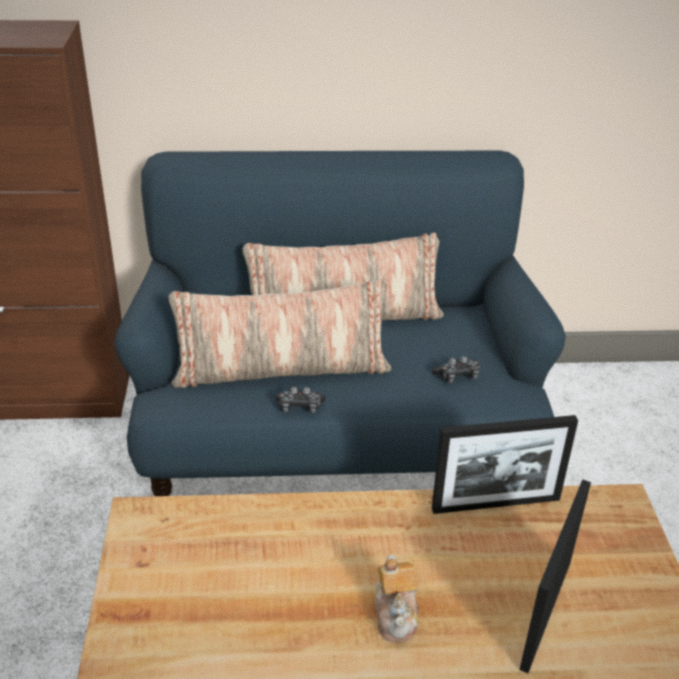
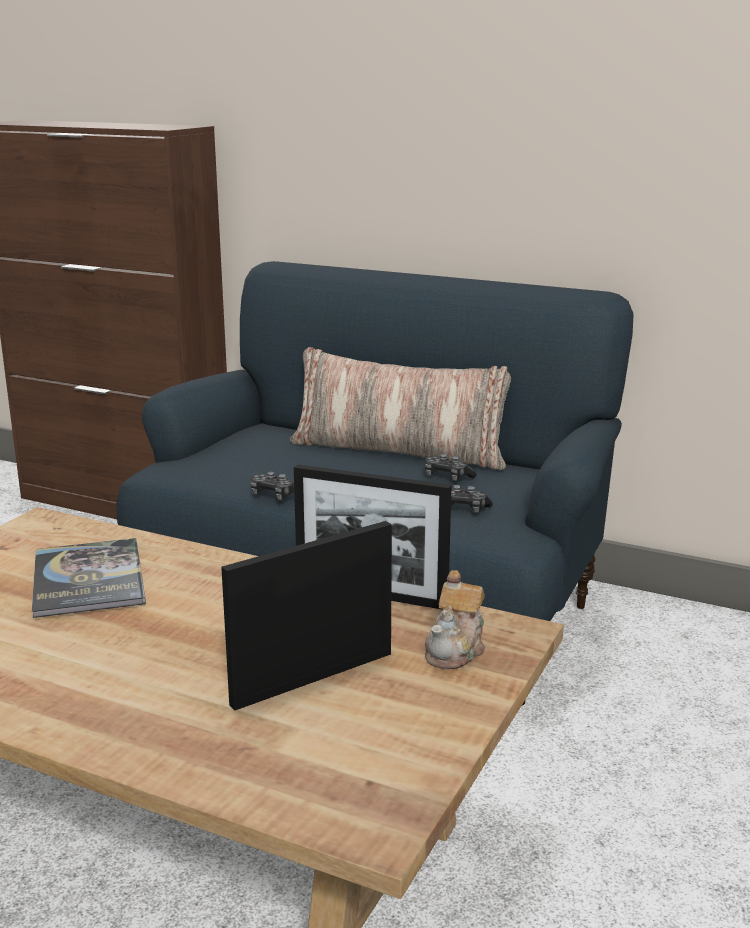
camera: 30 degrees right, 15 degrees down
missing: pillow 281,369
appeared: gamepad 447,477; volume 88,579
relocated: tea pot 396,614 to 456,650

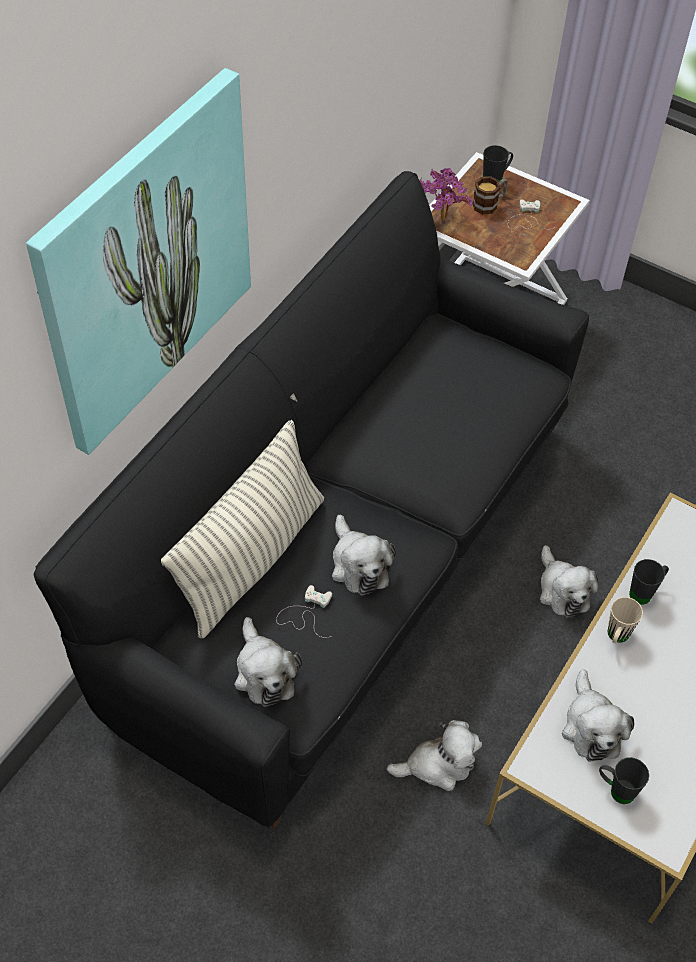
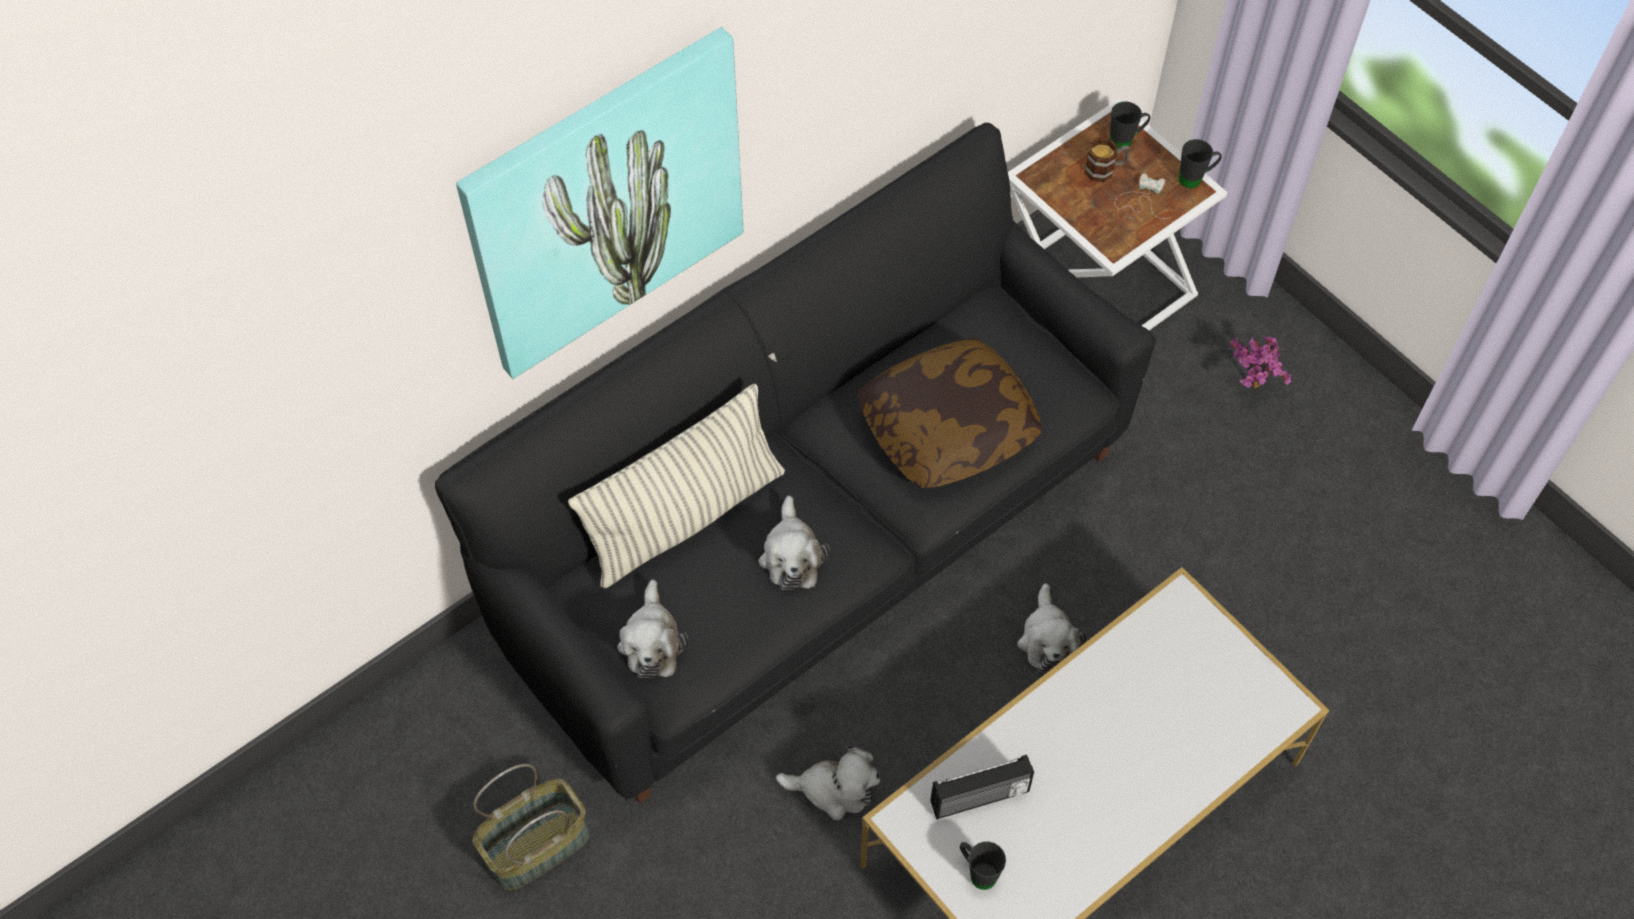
camera: 20 degrees right, 5 degrees up
missing: whitish gamepad 305,613; sand-coloured coffee mug 616,637
appeared: pillow 948,428; household basket 537,844
relocated: plant in a pot 440,222 to 1251,389; blackish coffee mug 645,592 to 1195,178
exchanged: soft toy 591,726 to radio 980,799

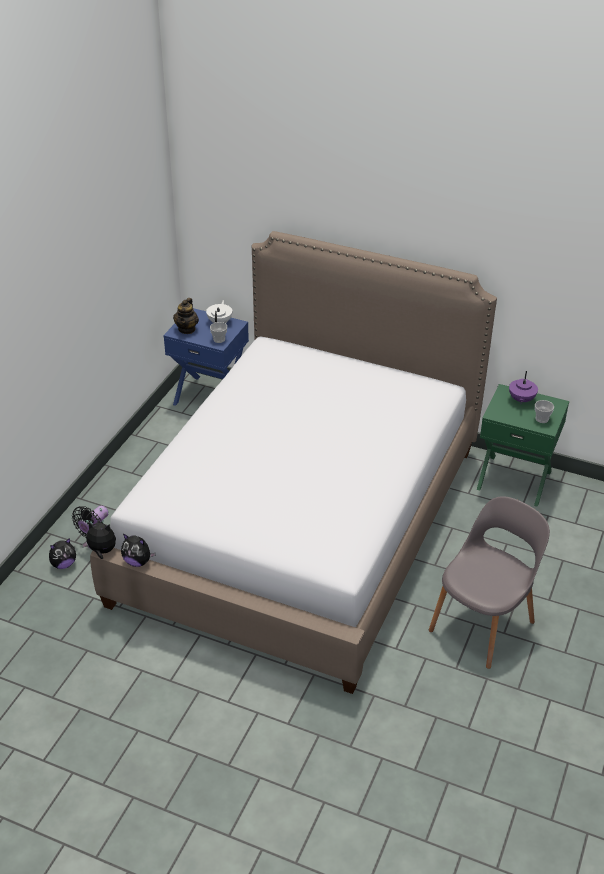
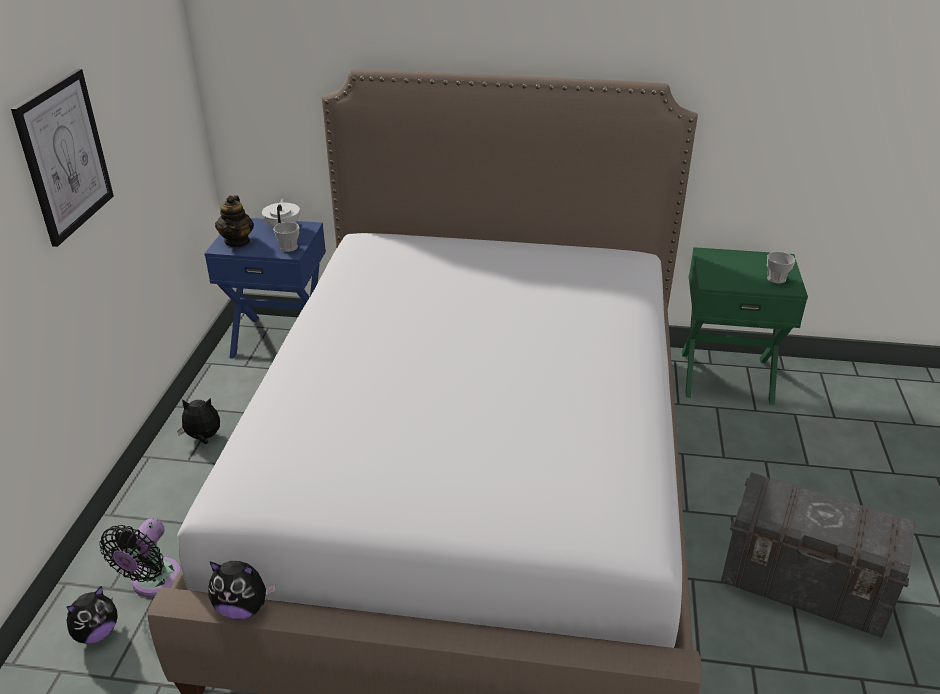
camera: 15 degrees left, 5 degrees down
missing: purplish tea pot 521,400
appeared: picture 64,156
relocated: soft toy 102,551 to 203,438
exchanged: greyish chair 483,624 to greyish storage container 804,587

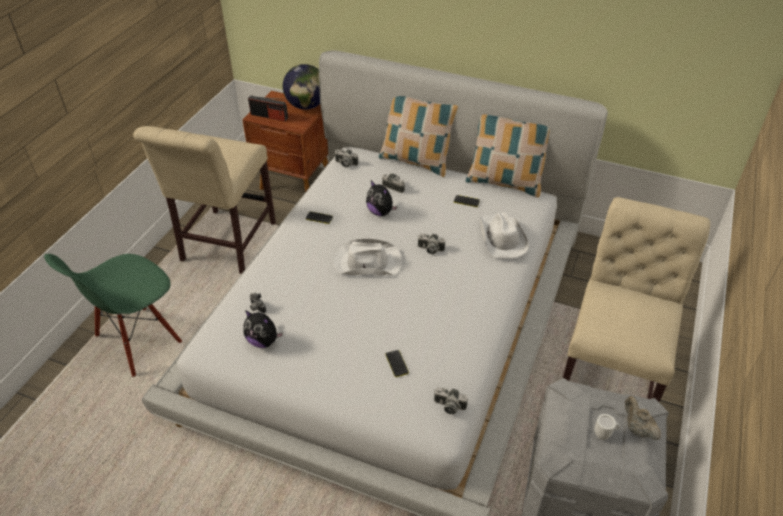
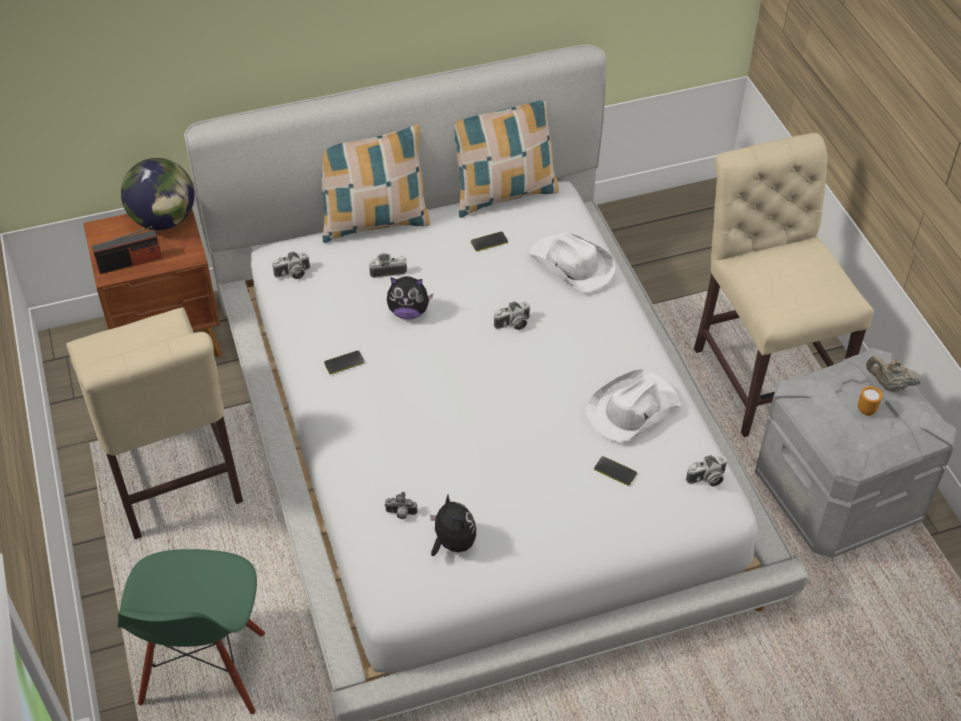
camera: 40 degrees left, 5 degrees up
relocated: whitish wearable hat 366,262 to 631,409
colour: whitish coffee mug 604,434 to orangey coffee mug 868,409
spun: soft toy 263,341 = 452,543 105 degrees counterclockwise

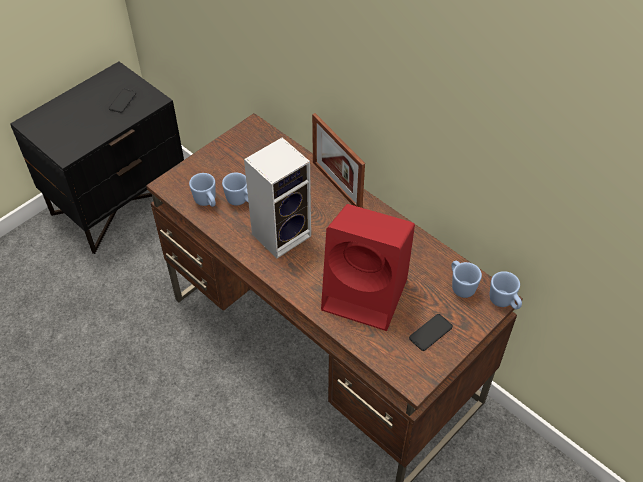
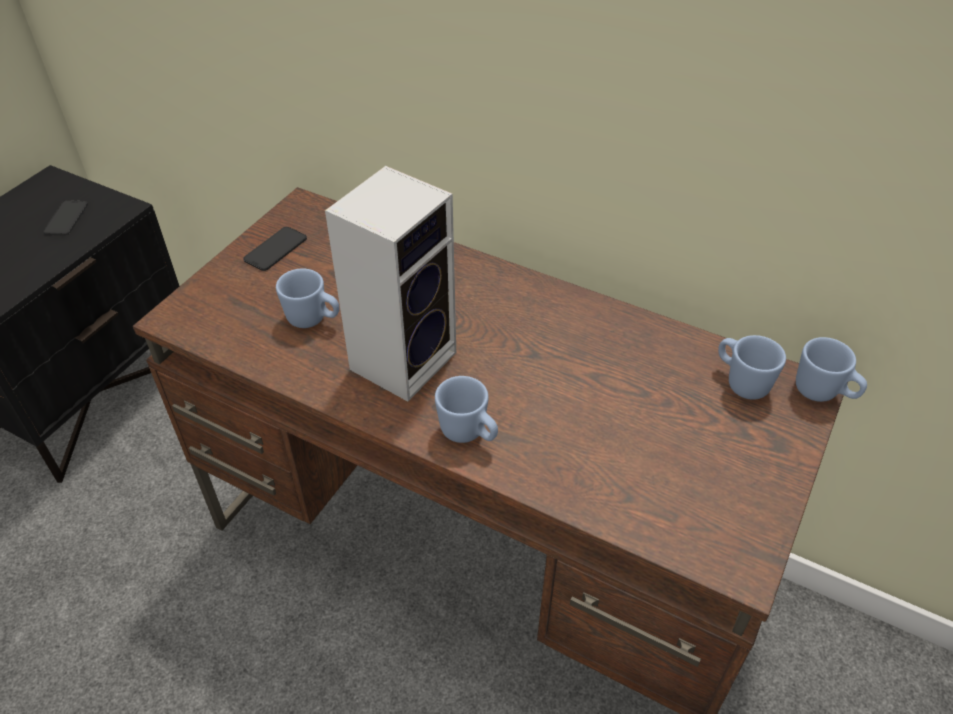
camera: 15 degrees left, 5 degrees down
missing: picture frame 336,186; red-coloured audio speaker 367,294
relocated: blue coffee mug 207,202 to 469,434; telephone 430,332 to 275,249

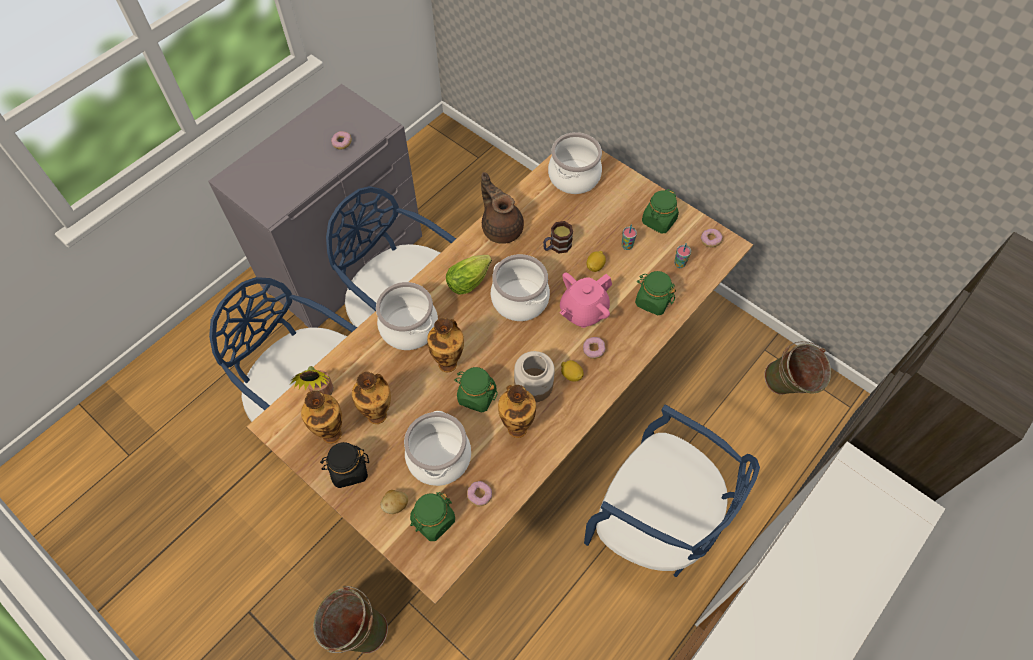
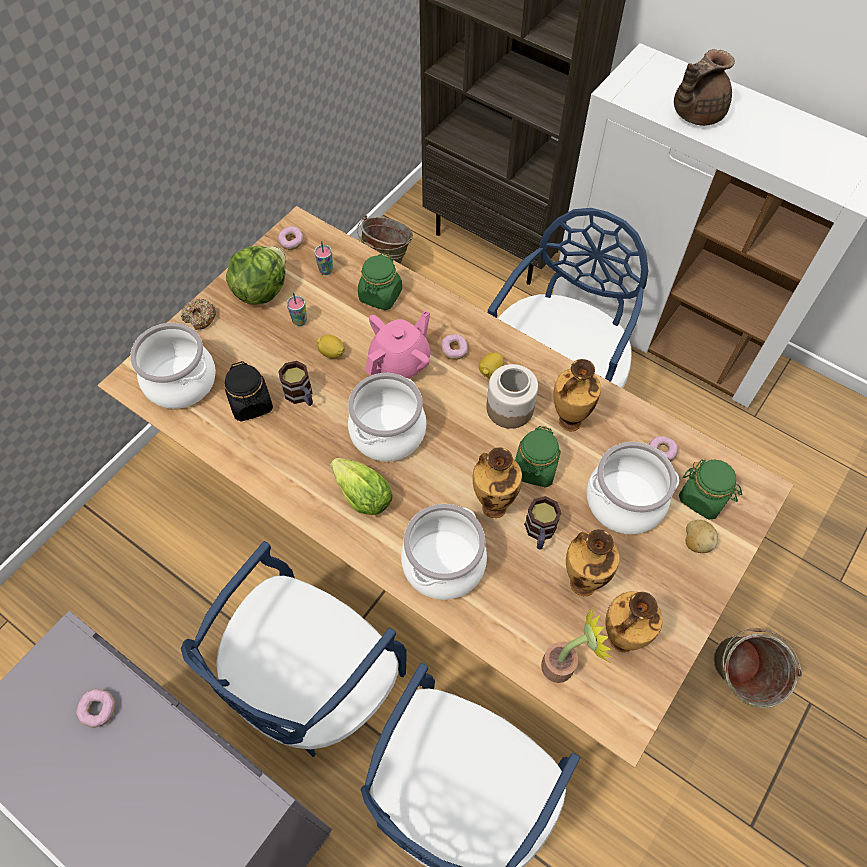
camera: 95 degrees left, 0 degrees up
appeared: donut 200,318; coffee mug 539,532
relocated: brown-coloured tea pot 501,227 to 695,114; blackish preserve jar 349,470 to 251,404
exchanged: green preserve jar 658,221 to lettuce head 261,290
spun: pinkish tea pot 583,311 = 400,363 90 degrees counterclockwise

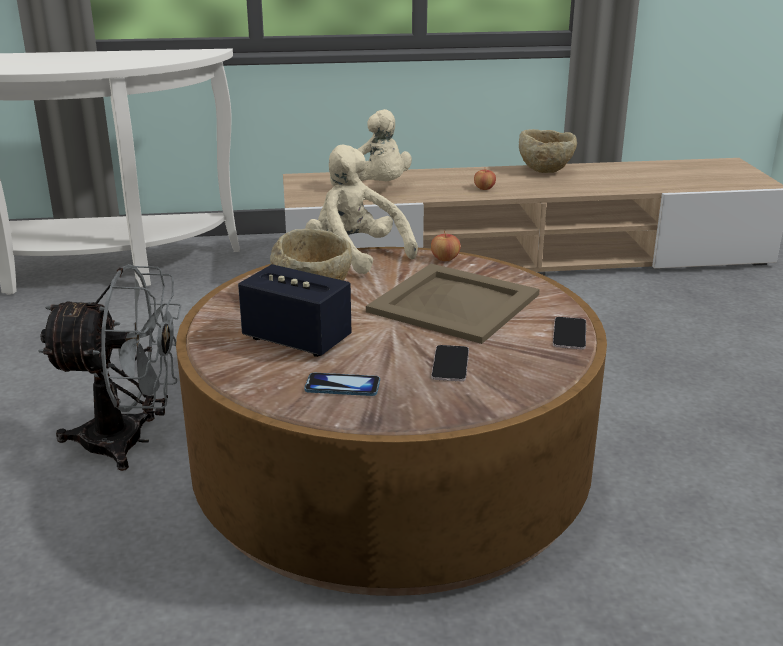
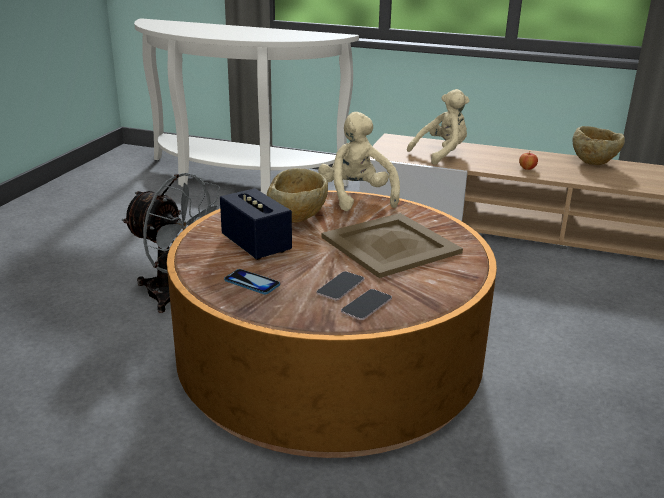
camera: 25 degrees right, 0 degrees up
missing: whole apple 445,259
relocated: telephone 569,334 to 366,305
spun: sand-coloured soft toy 375,188 = 441,154 105 degrees counterclockwise

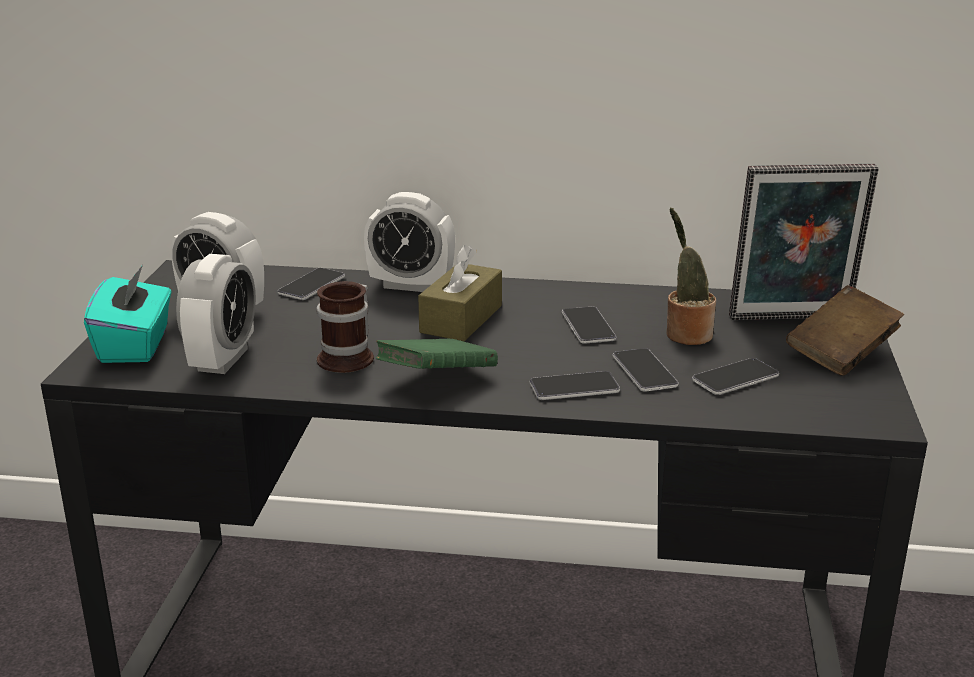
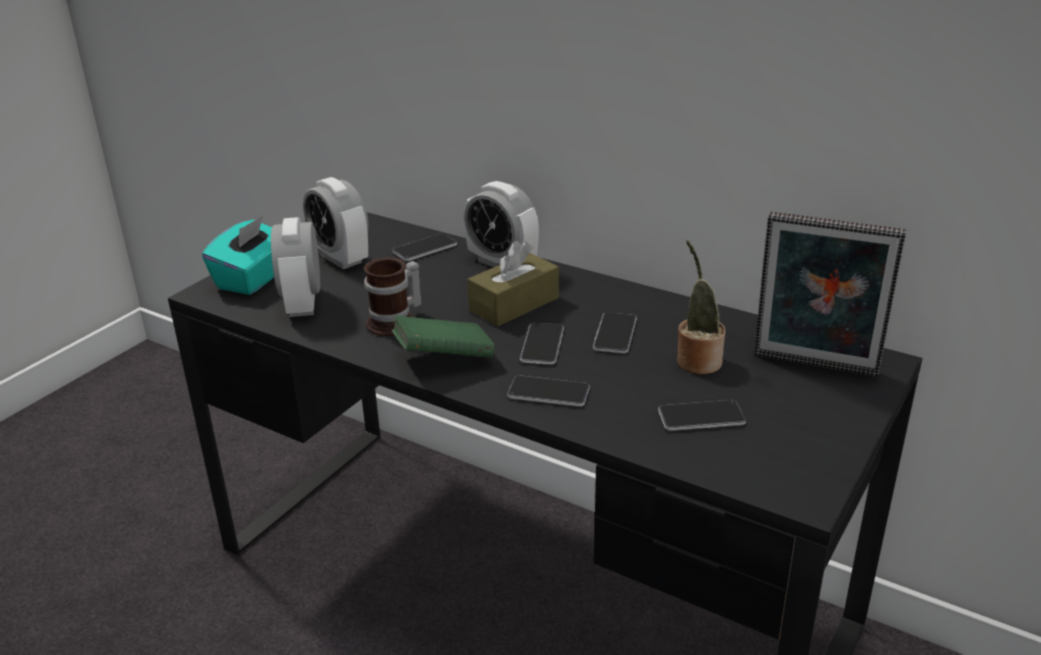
camera: 25 degrees right, 5 degrees up
missing: brown-coloured volume 841,353
relocated: telephone 644,371 to 542,345
spun: table clock 222,359 = 302,304 135 degrees clockwise

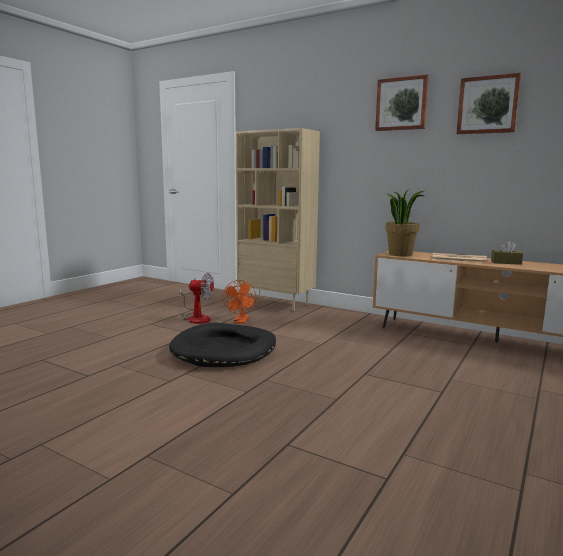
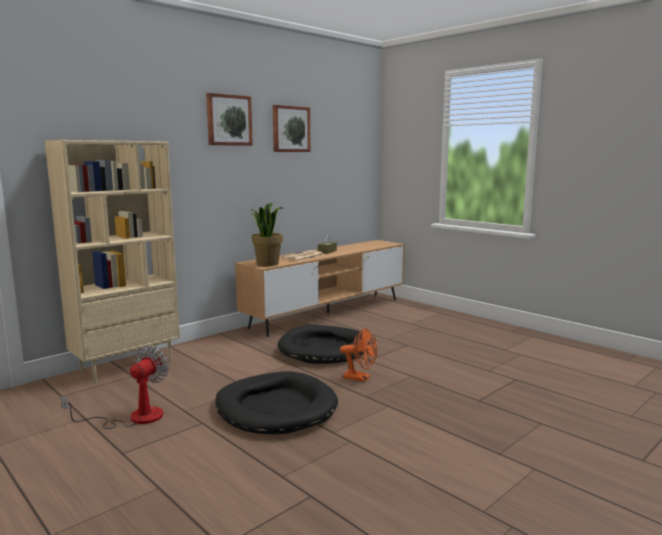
camera: 75 degrees left, 0 degrees up
appeared: blackish pet bed 324,349
relocated: orangey electric fan 240,321 to 360,378

